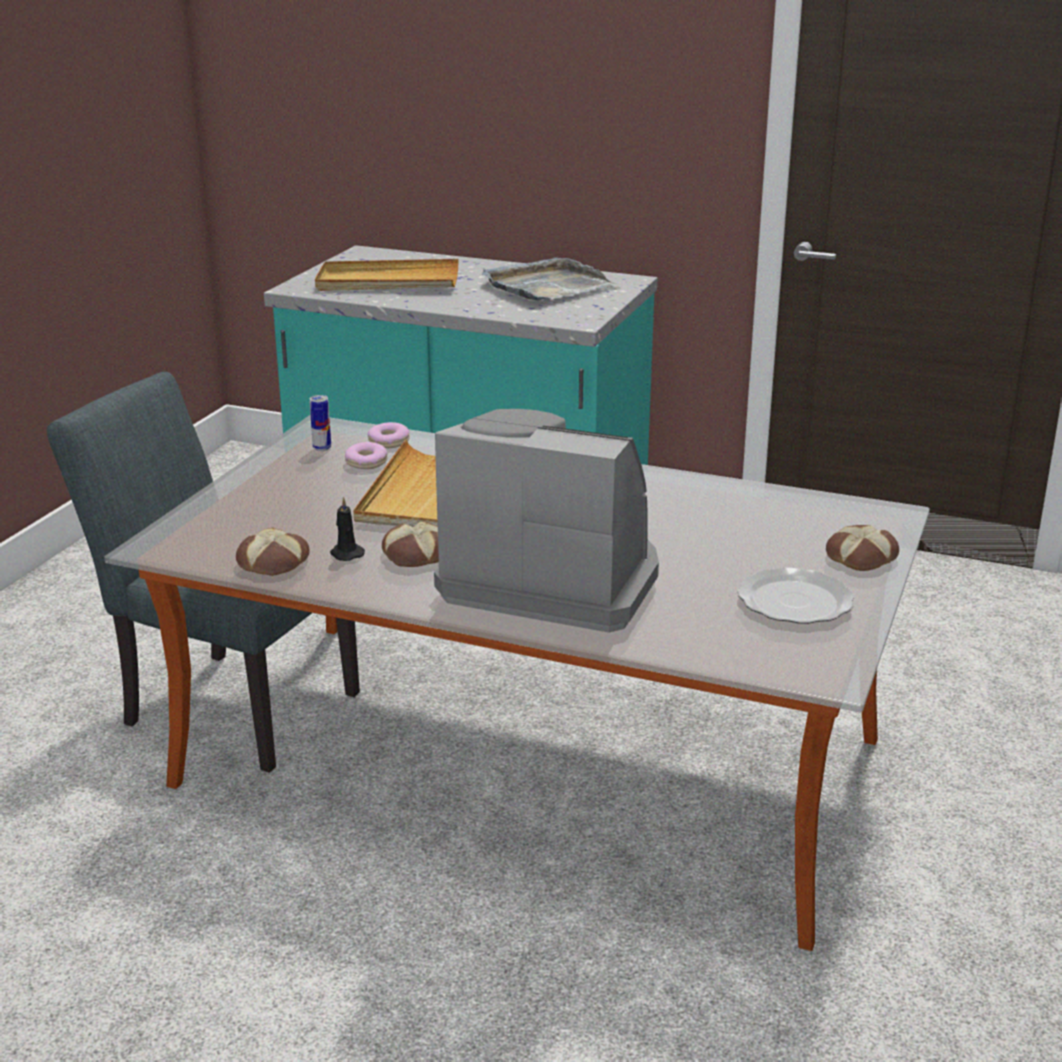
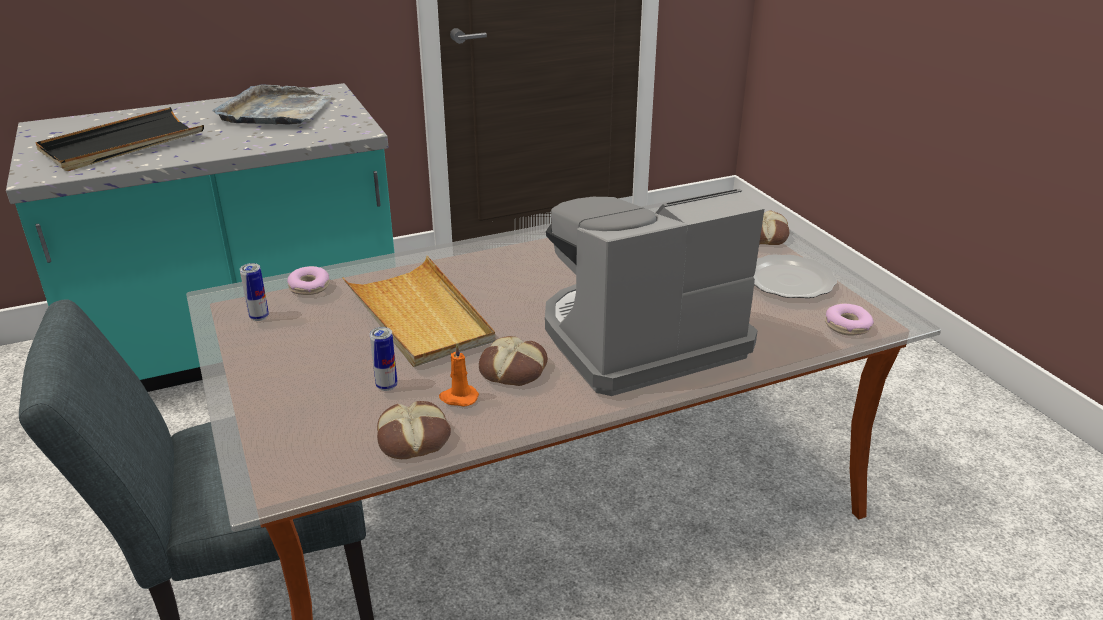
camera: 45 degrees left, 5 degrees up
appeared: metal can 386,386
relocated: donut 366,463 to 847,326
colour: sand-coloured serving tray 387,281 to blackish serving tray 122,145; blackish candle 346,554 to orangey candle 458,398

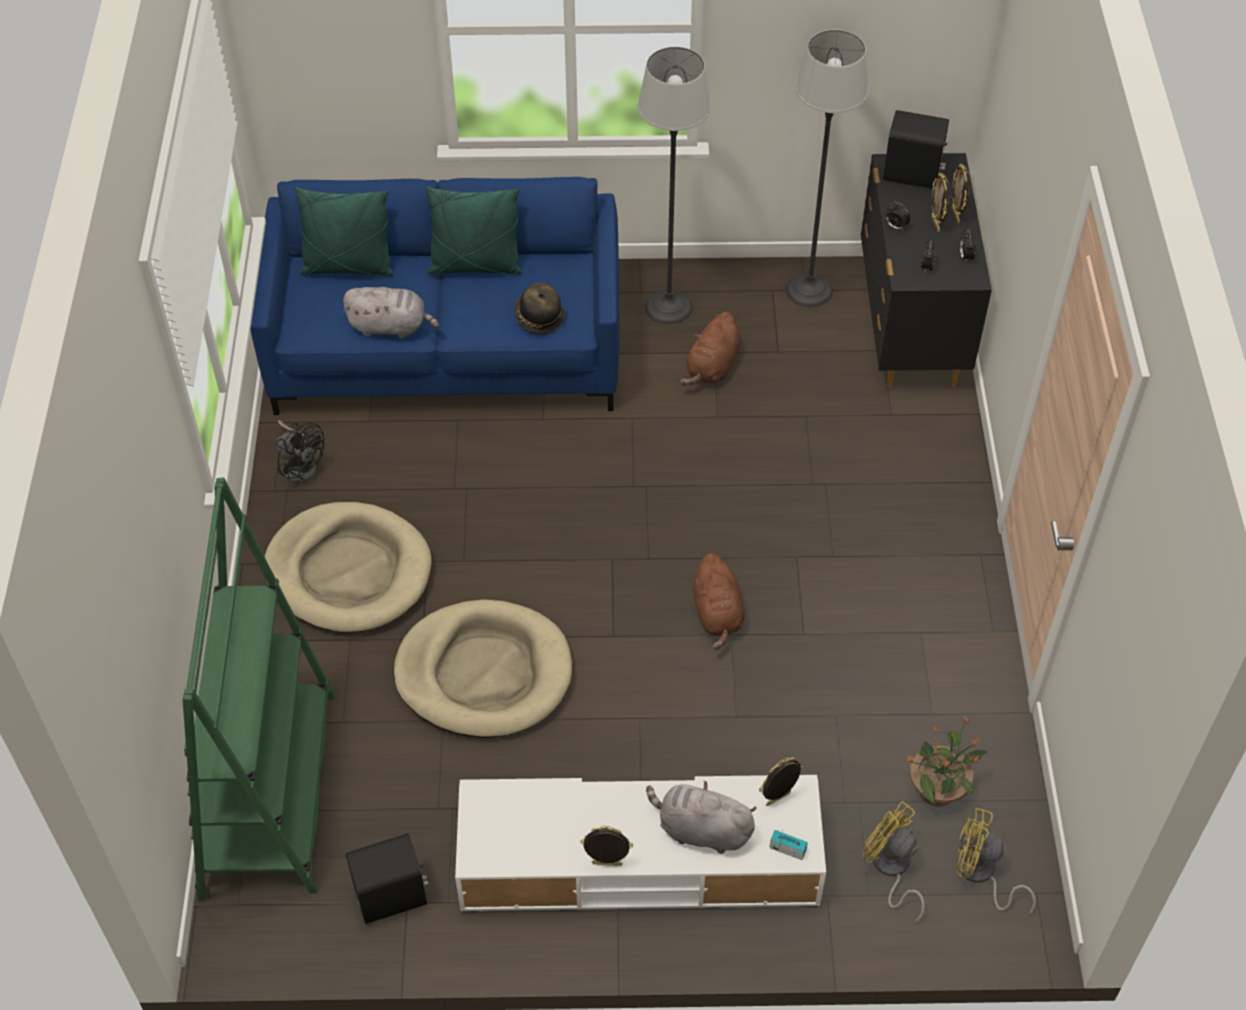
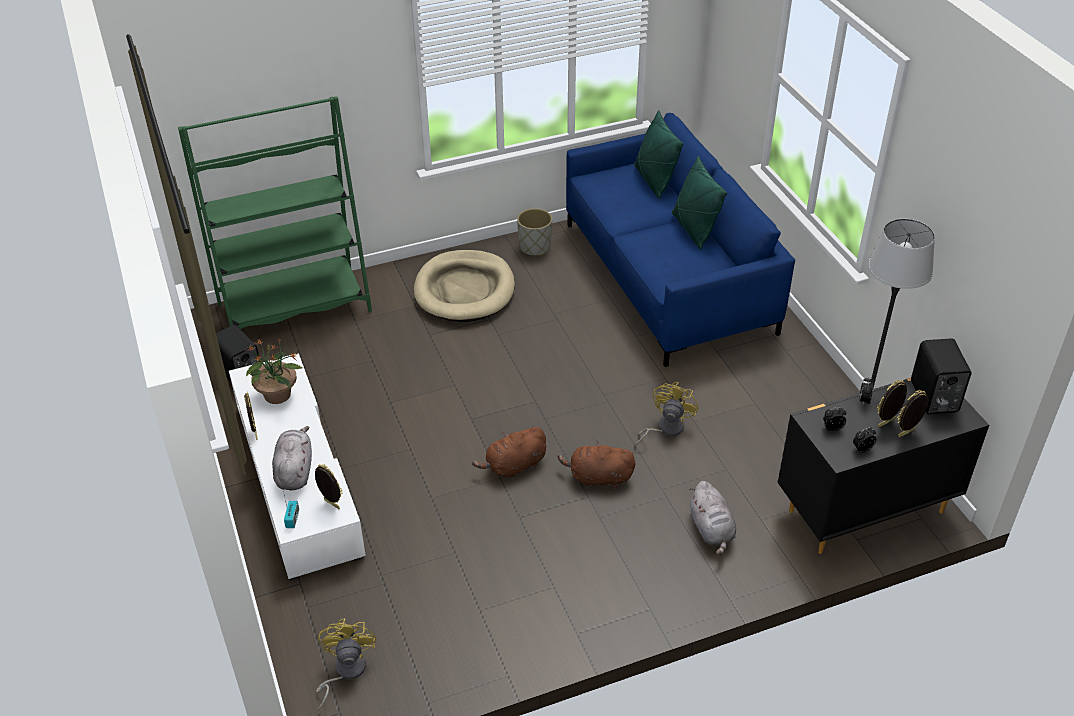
camera: 70 degrees right, 10 degrees down
missing: floor lamp 669,307; wearable hat 538,317; sand-coloured pet bed 484,673
relocated: greyish soft toy 391,326 to 712,530; brown-coloured soft toy 712,367 to 598,478; plant in a pot 938,790 to 278,395; yellowish electric fan 891,869 to 665,429
exchanged: blackish electric fan 300,465 to greyish plant pot 535,247

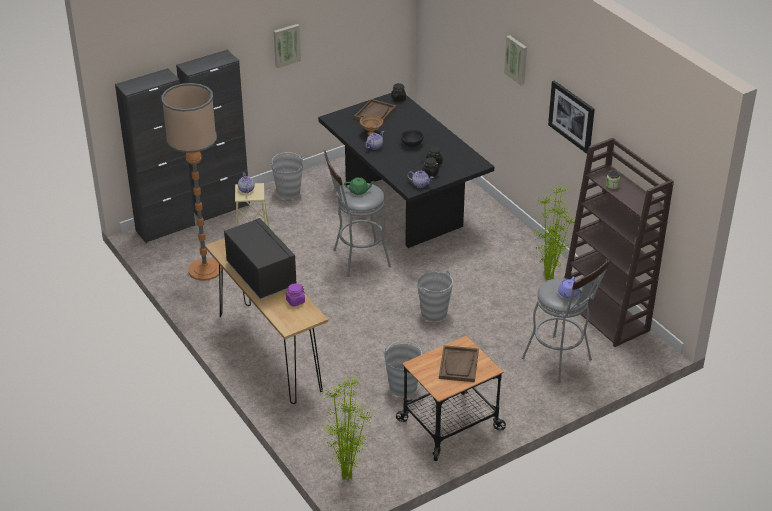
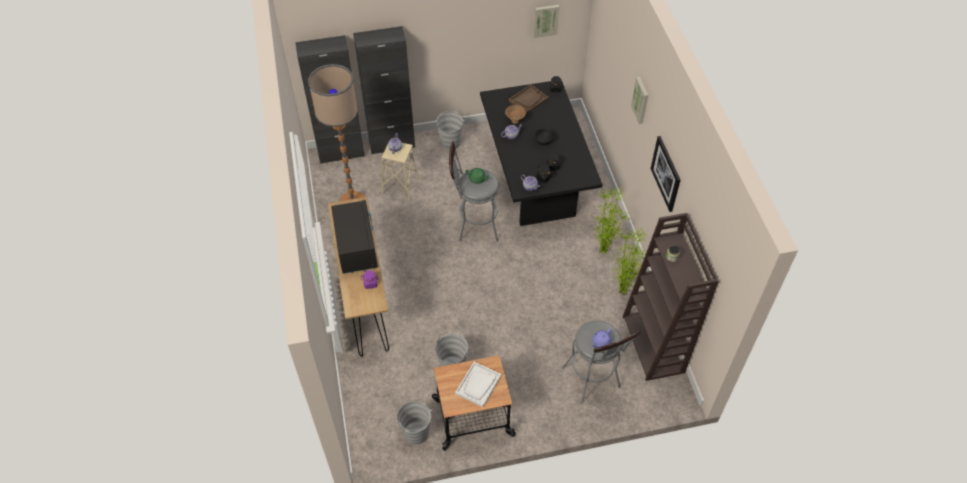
camera: 20 degrees right, 15 degrees up
relocated: picture 286,45 to 545,20; greyish pail 434,313 to 416,433; plant in a pot 347,476 to 603,251
colour: brown-coloured serving tray 459,365 to whitish serving tray 478,385

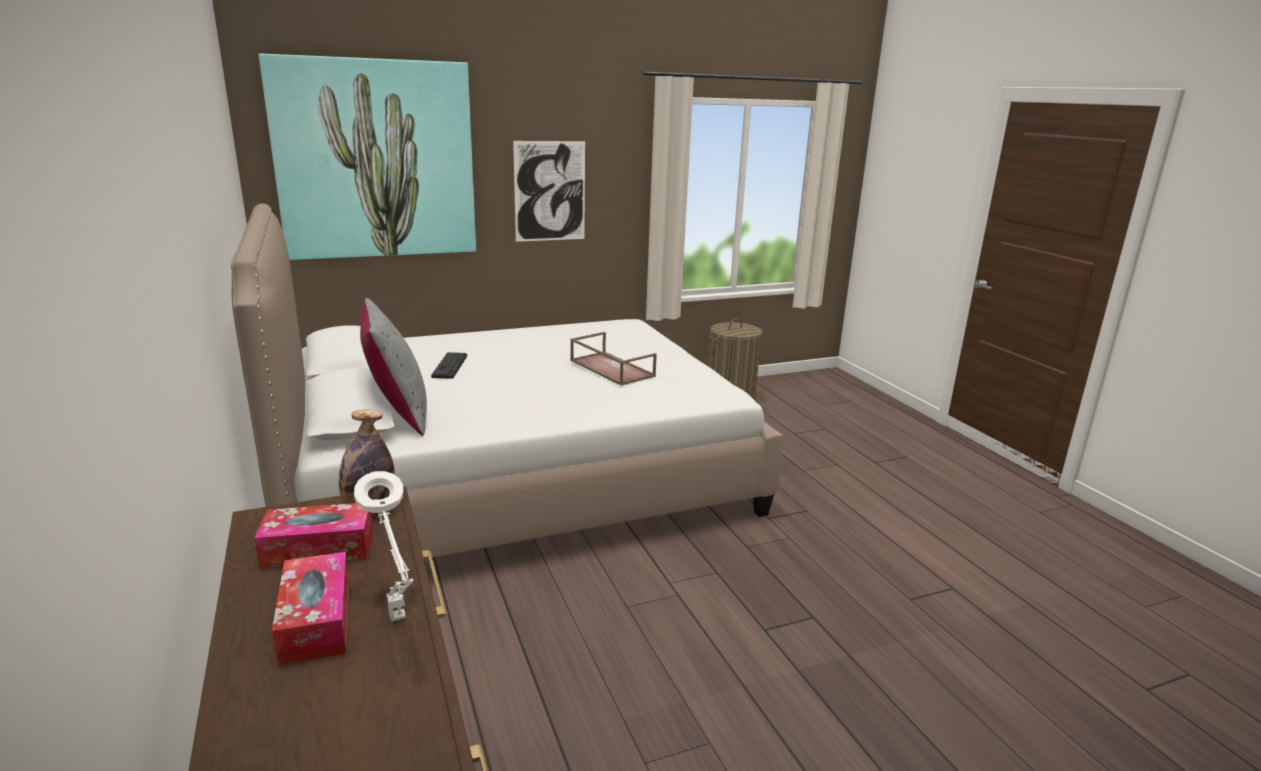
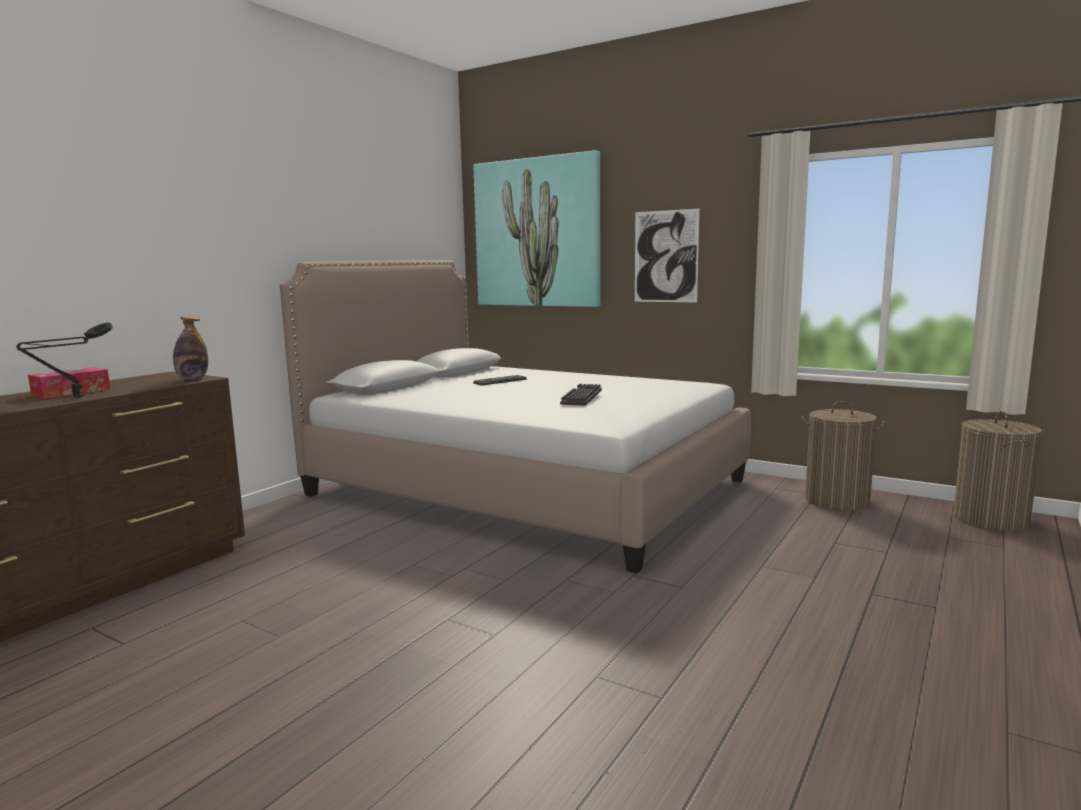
camera: 55 degrees right, 10 degrees down
missing: greyish pillow 398,414; box of tissues 318,548
appeared: washing basket 990,519
exchanged: brown-coloured serving tray 610,368 to keyboard 580,397
colour: whitish table lamp 398,621 to blackish table lamp 75,398

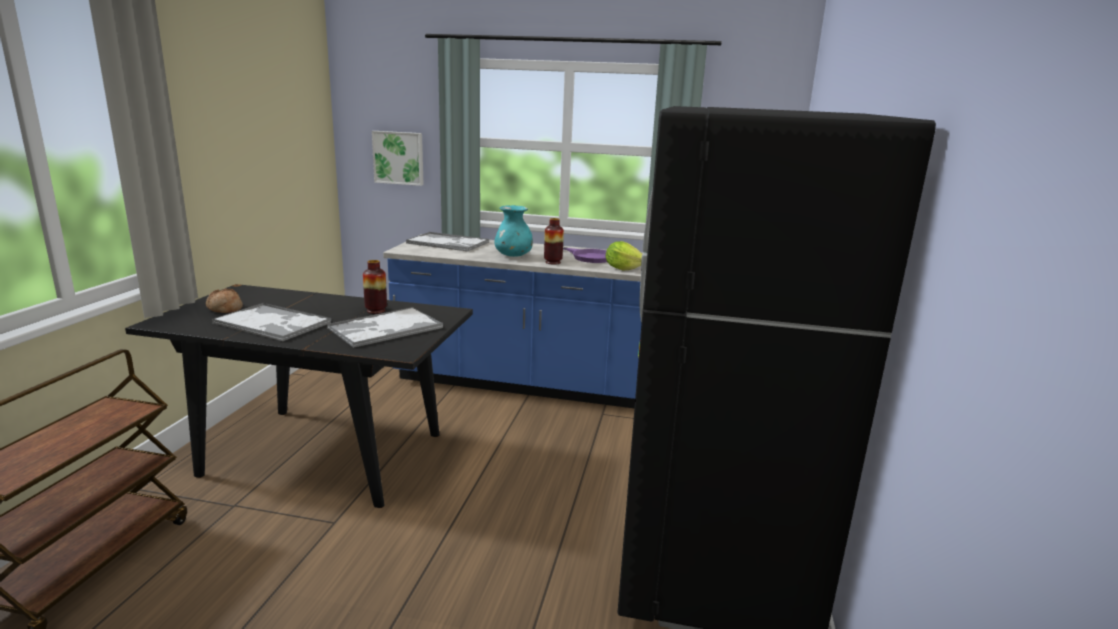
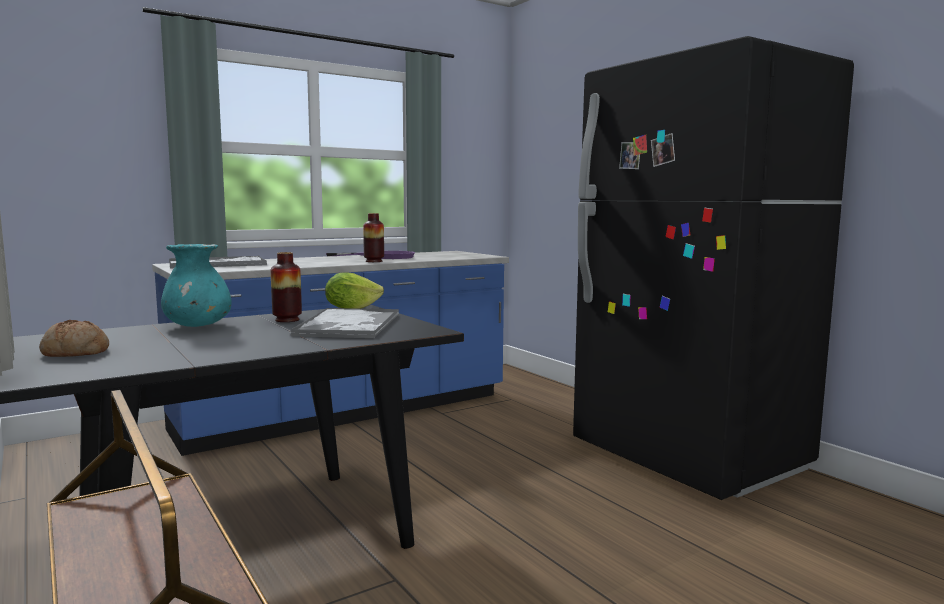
camera: 45 degrees left, 10 degrees down
missing: picture 399,157; serving tray 273,323
relocated: turquoise flower vase 513,256 to 198,326; lettuce head 623,268 to 351,308

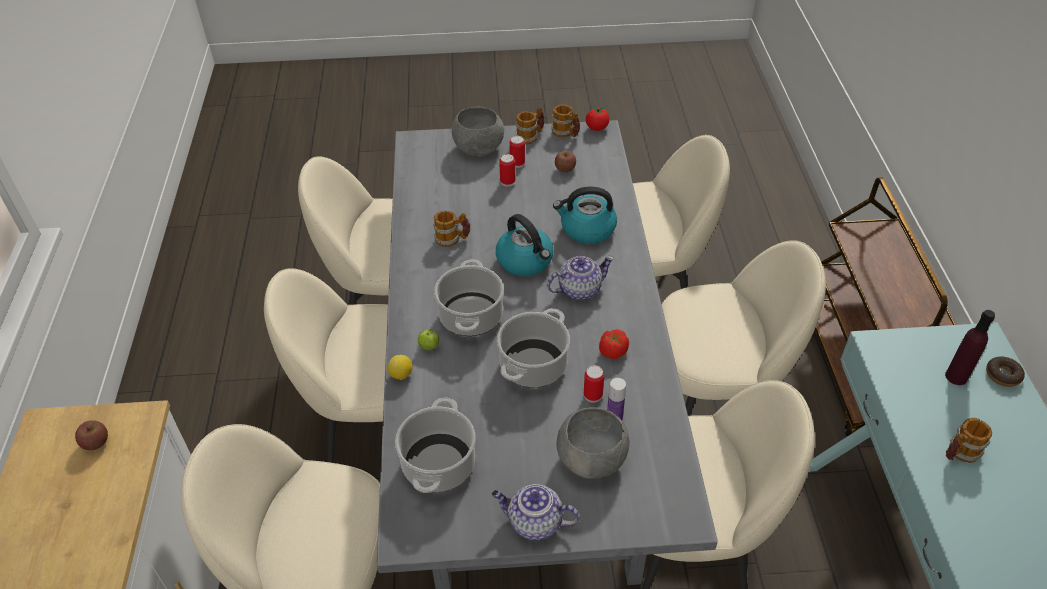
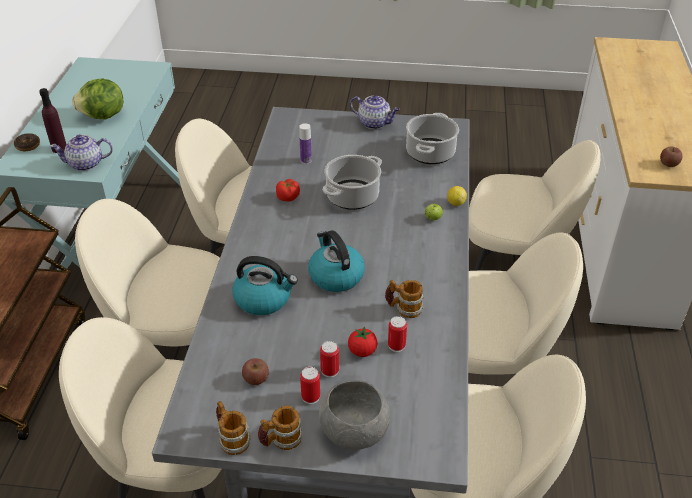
camera: 170 degrees left, 5 degrees down
missing: saucepot 470,315; greyish deep dish 590,459
relocated: fresh tomato 597,128 to 362,351; tea pot 579,289 to 86,164; metal can 593,395 to 396,345
exchanged: coffee mug 959,453 to lettuce head 103,116

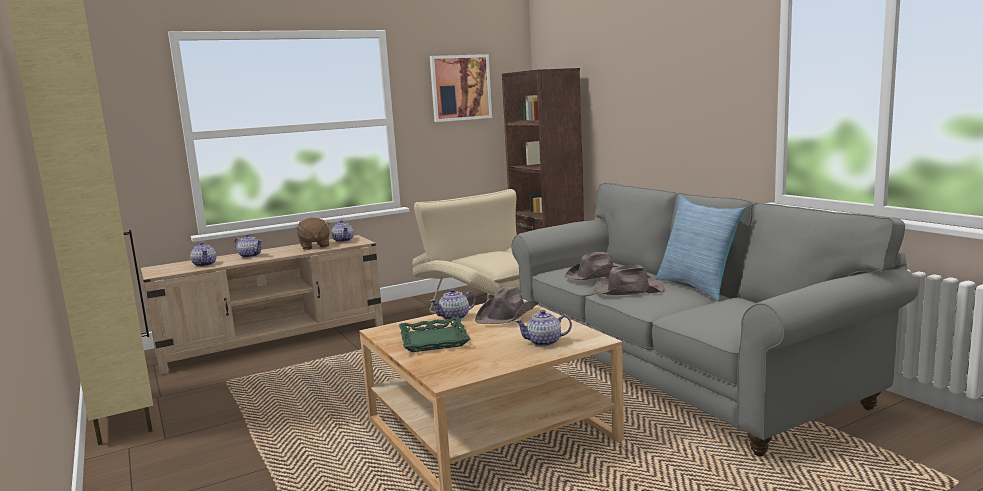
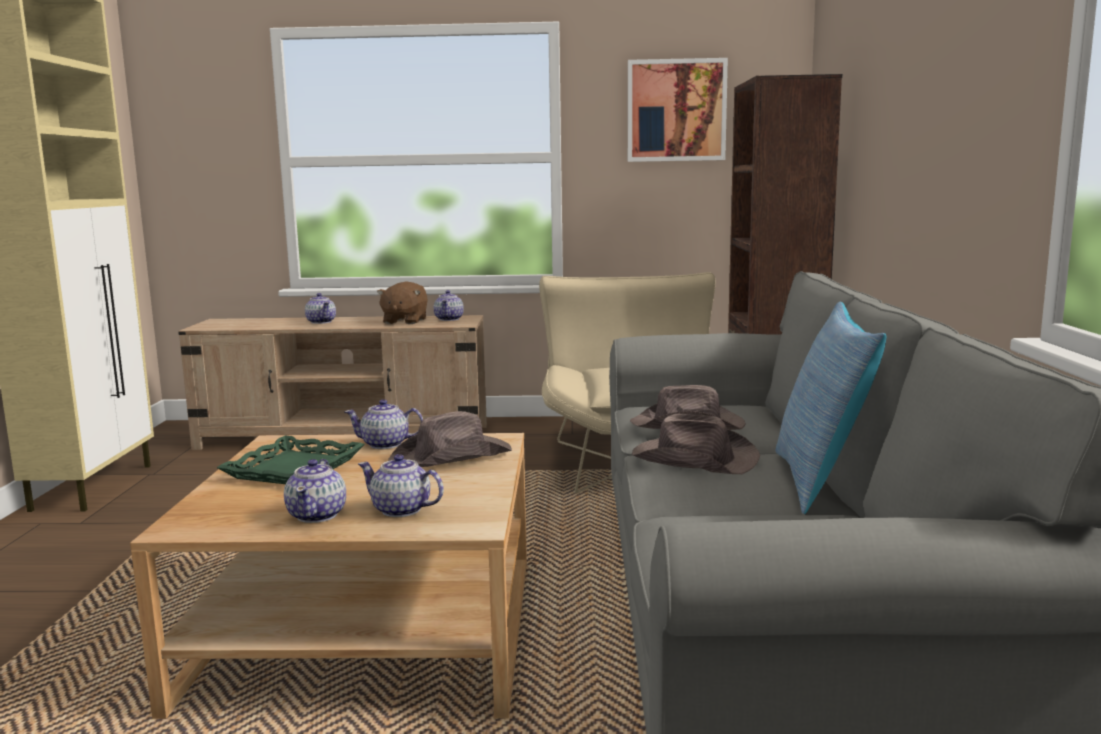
camera: 30 degrees right, 0 degrees up
relocated: tea pot 205,264 to 318,515

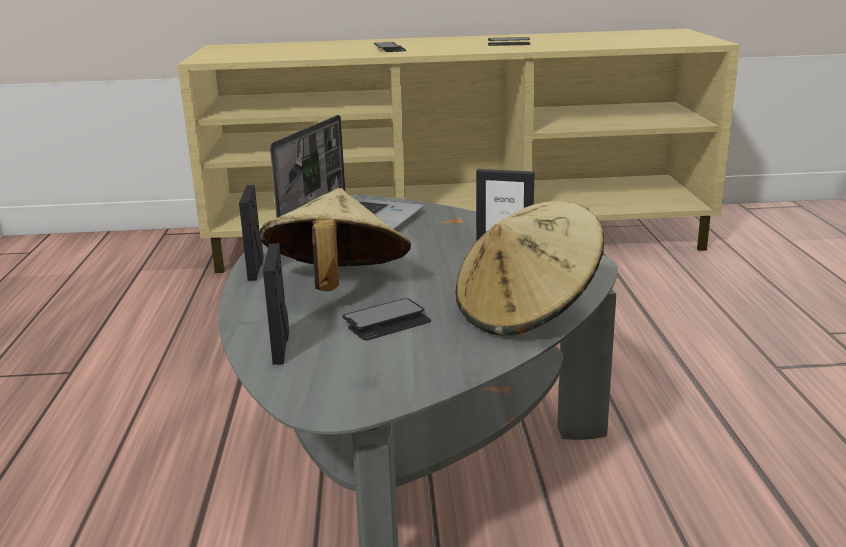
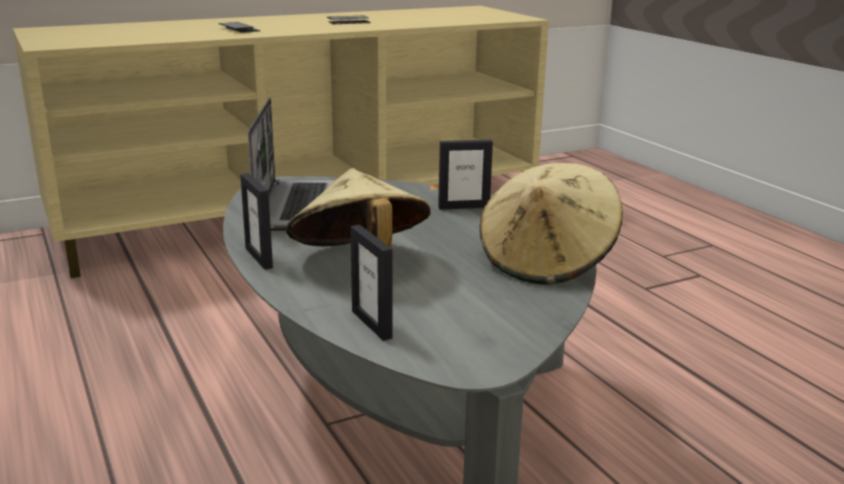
camera: 25 degrees left, 0 degrees up
missing: telephone 387,322

